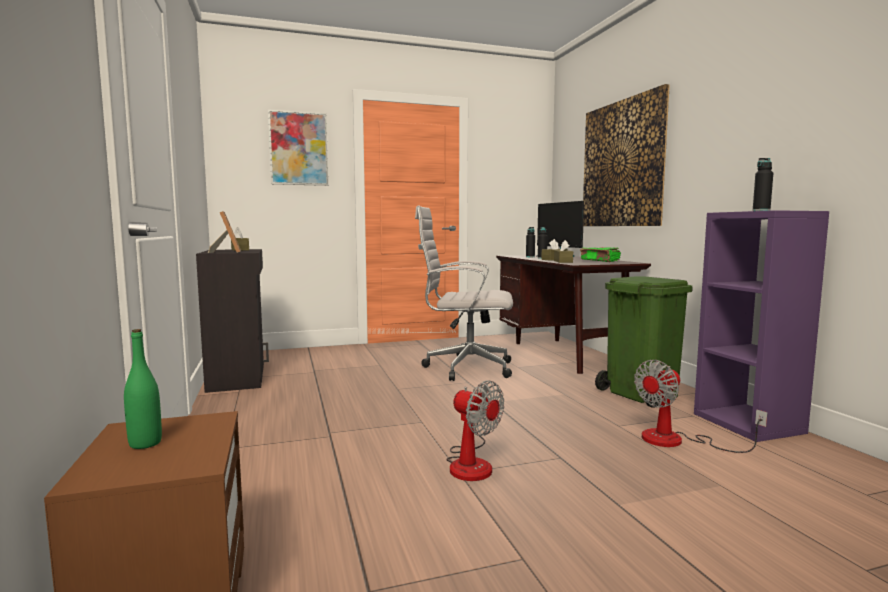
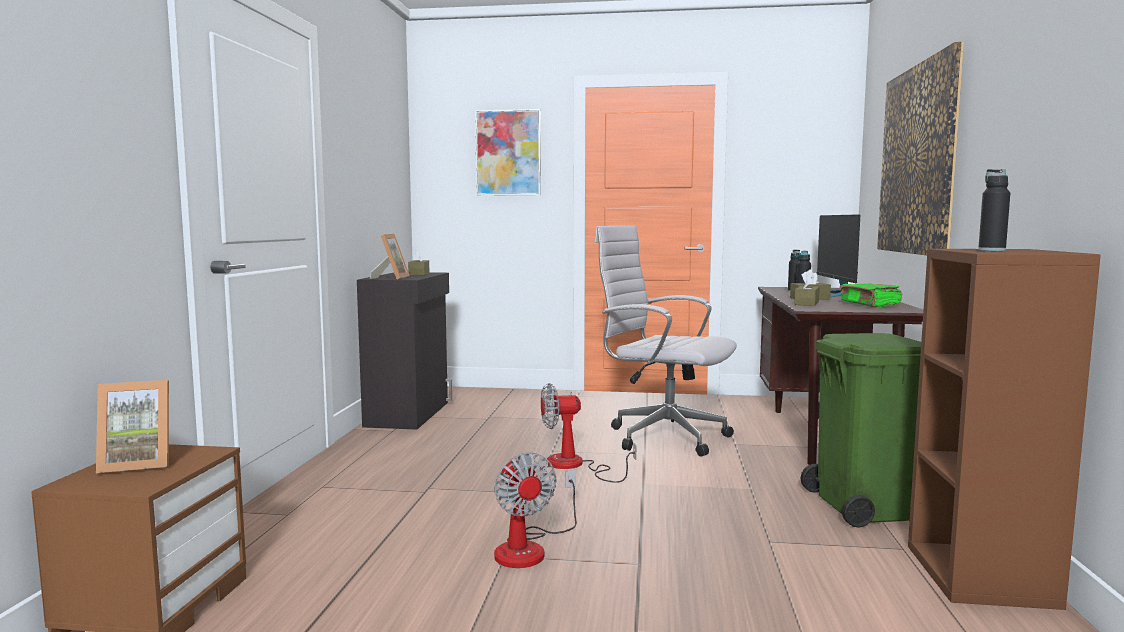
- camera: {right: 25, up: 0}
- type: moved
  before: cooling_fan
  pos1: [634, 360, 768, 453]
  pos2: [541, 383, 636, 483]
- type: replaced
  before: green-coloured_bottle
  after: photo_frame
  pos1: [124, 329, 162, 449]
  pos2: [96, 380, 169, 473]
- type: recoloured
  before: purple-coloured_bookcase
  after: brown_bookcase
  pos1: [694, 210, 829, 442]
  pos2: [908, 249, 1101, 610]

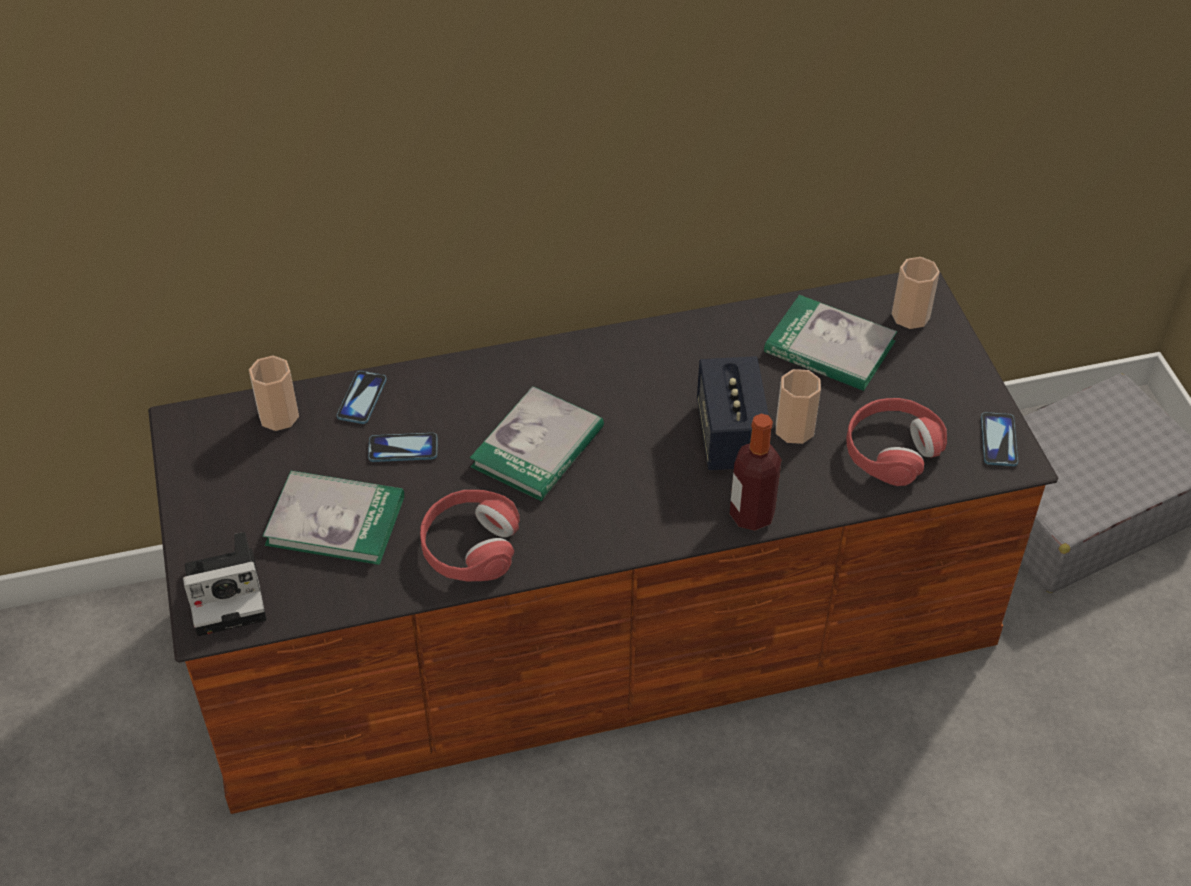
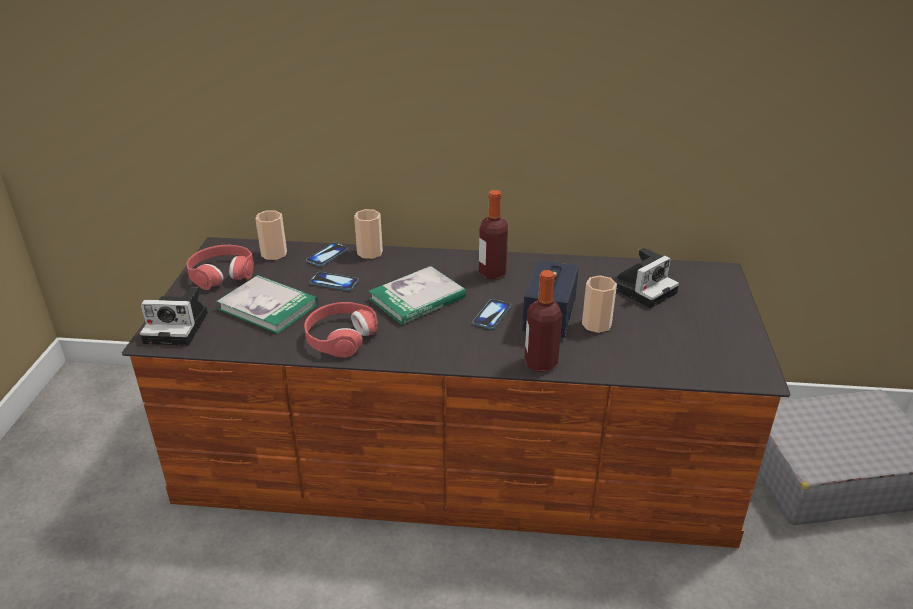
- camera: {right: 20, up: -15}
- type: added
  after: bottle
  pos2: [479, 190, 508, 279]
- type: moved
  before: reddish_pair_of_headphones
  pos1: [846, 398, 947, 486]
  pos2: [186, 245, 254, 290]
- type: moved
  before: small_cup
  pos1: [892, 257, 940, 329]
  pos2: [354, 209, 383, 259]
- type: moved
  before: phone
  pos1: [981, 412, 1018, 466]
  pos2: [473, 299, 511, 329]
- type: replaced
  before: volume
  after: photo_camera
  pos1: [764, 295, 897, 391]
  pos2: [612, 248, 679, 308]

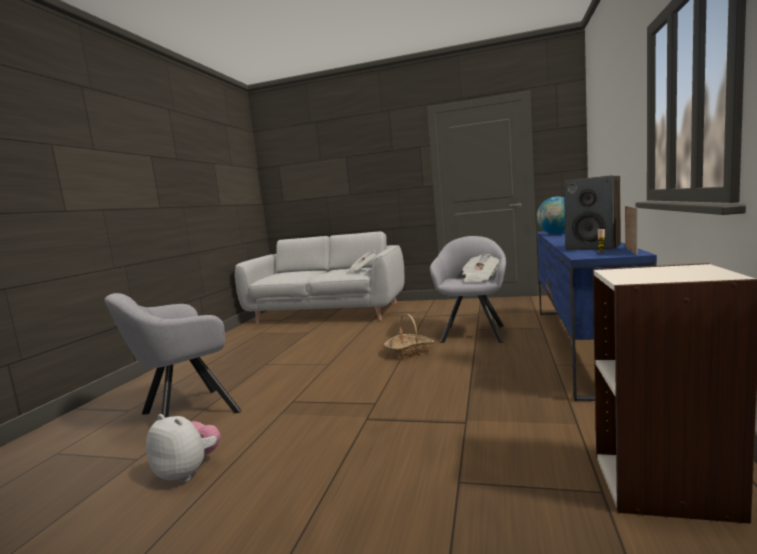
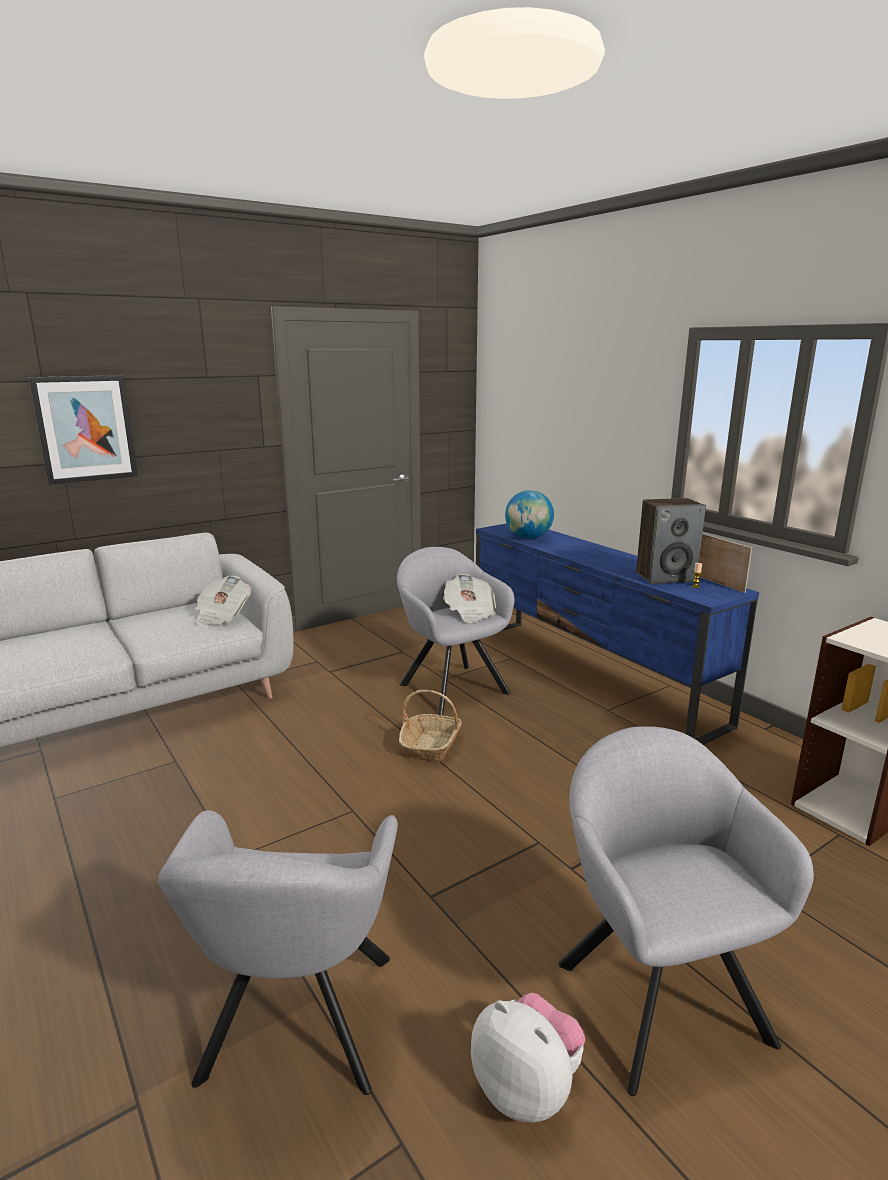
- camera: {right: -50, up: 10}
- type: added
  after: picture
  pos2: [29, 375, 138, 484]
- type: added
  after: gray_armchair
  pos2: [558, 726, 814, 1096]
- type: turned
  before: plush_toy
  pos1: [146, 414, 221, 483]
  pos2: [471, 993, 585, 1122]
  turn: 60

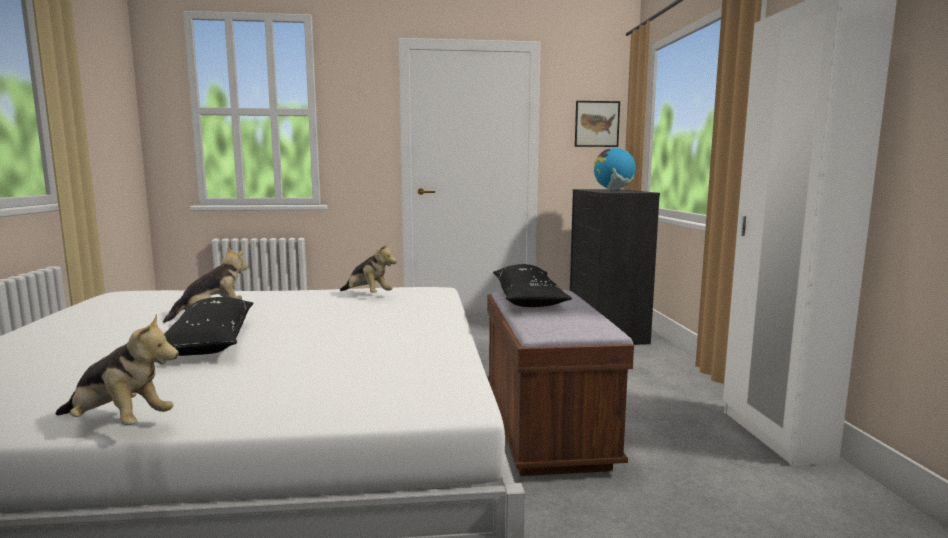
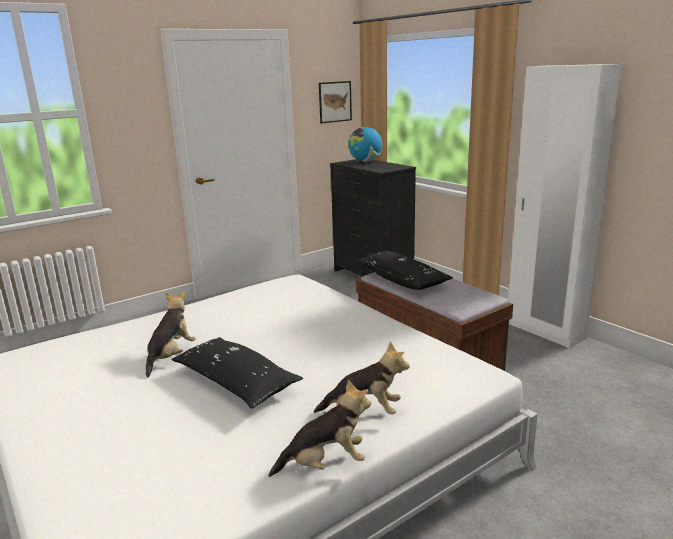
- camera: {right: -30, up: 10}
- type: moved
  before: plush_toy
  pos1: [340, 242, 396, 293]
  pos2: [314, 342, 410, 414]

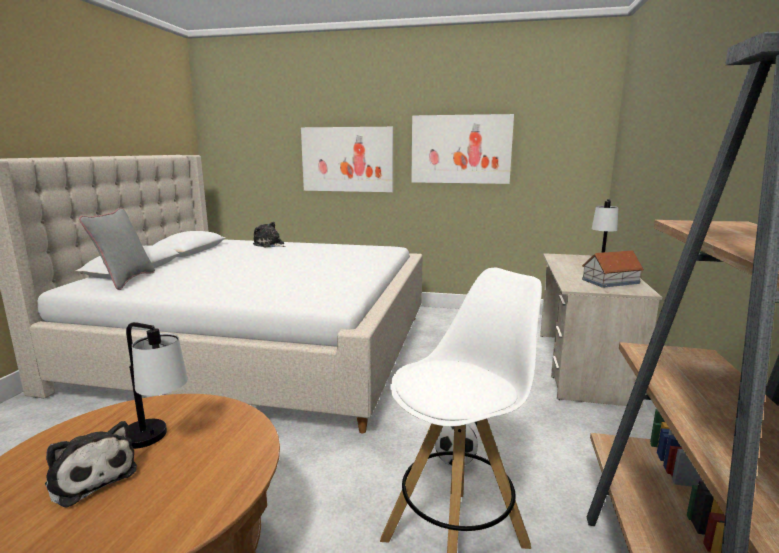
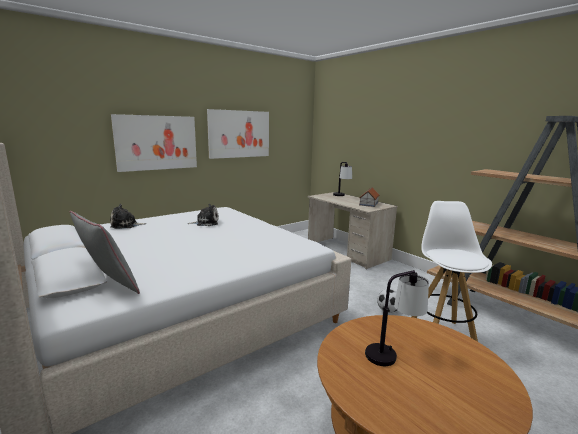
- camera: {right: -50, up: 0}
- type: moved
  before: plush_toy
  pos1: [45, 421, 137, 508]
  pos2: [188, 204, 219, 226]

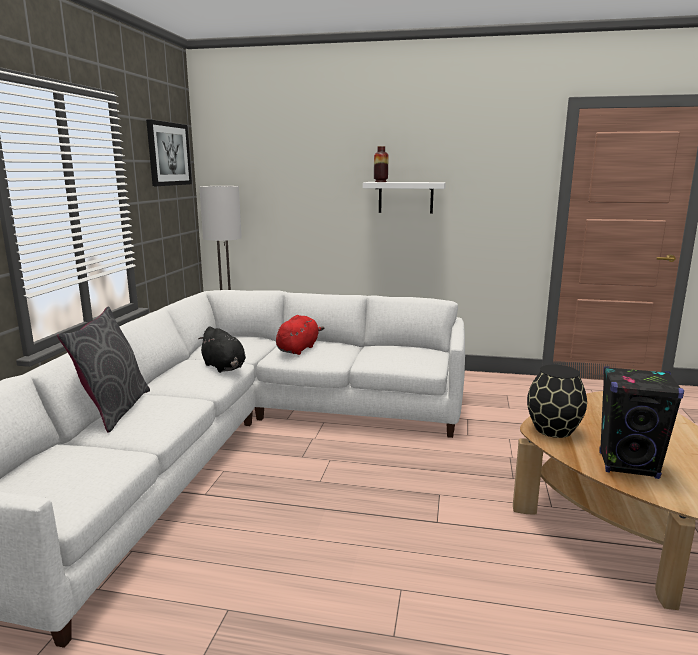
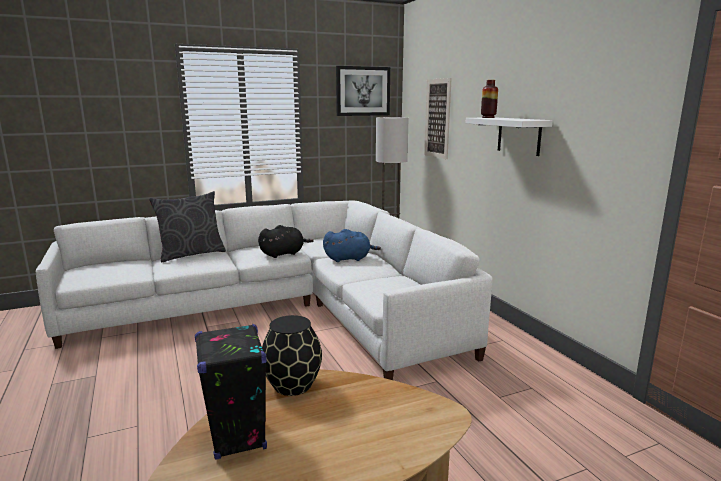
- camera: {right: 55, up: 0}
- type: added
  after: picture
  pos2: [424, 78, 452, 159]
- type: recoloured
  before: reddish_plush_toy
  after: bluish_plush_toy
  pos1: [276, 315, 324, 355]
  pos2: [323, 229, 381, 262]
- type: turned
  before: black_plush_toy
  pos1: [198, 326, 246, 373]
  pos2: [258, 225, 314, 258]
  turn: -135

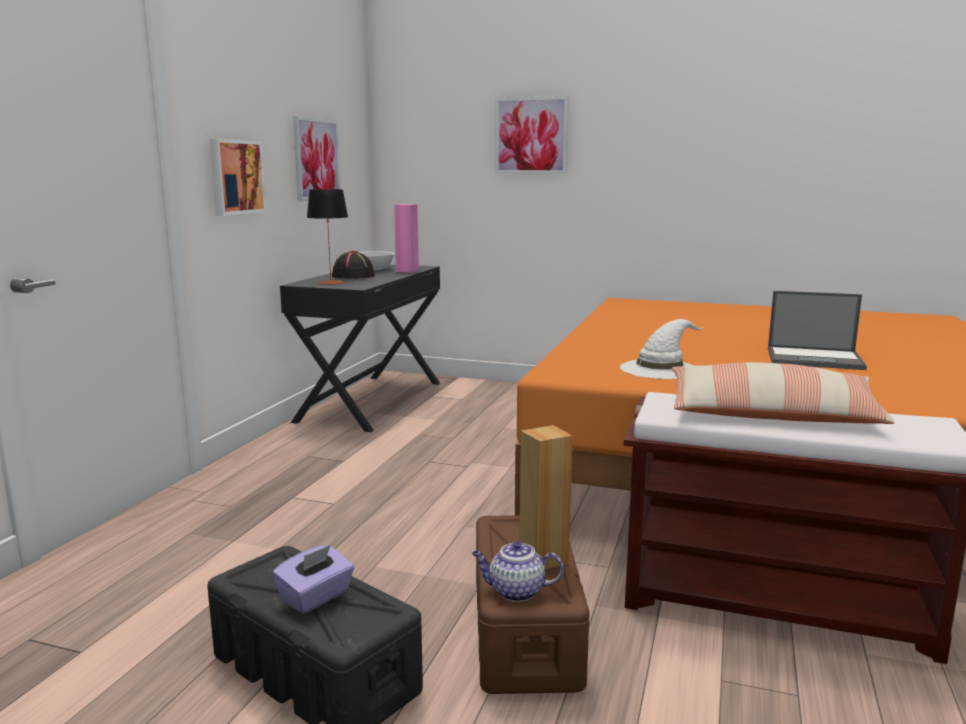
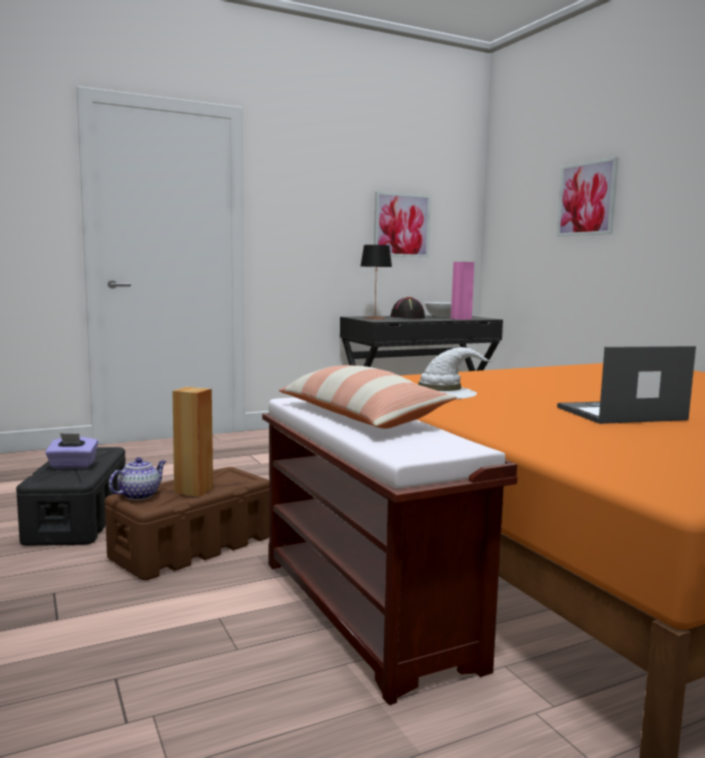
- camera: {right: 45, up: -5}
- type: removed
  before: picture
  pos1: [209, 139, 267, 216]
- type: turned
  before: pot_for_tea
  pos1: [472, 541, 564, 602]
  pos2: [109, 457, 166, 500]
  turn: 75
- type: turned
  before: notebook_computer
  pos1: [768, 291, 867, 370]
  pos2: [557, 346, 696, 424]
  turn: 105

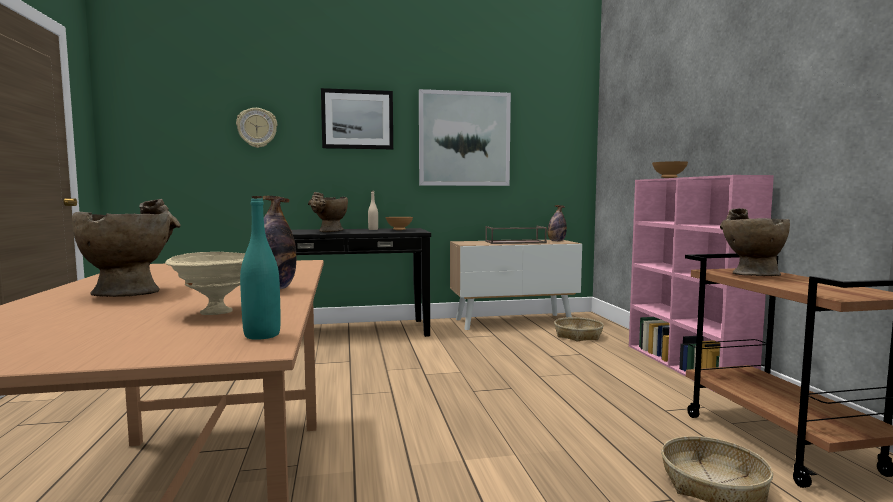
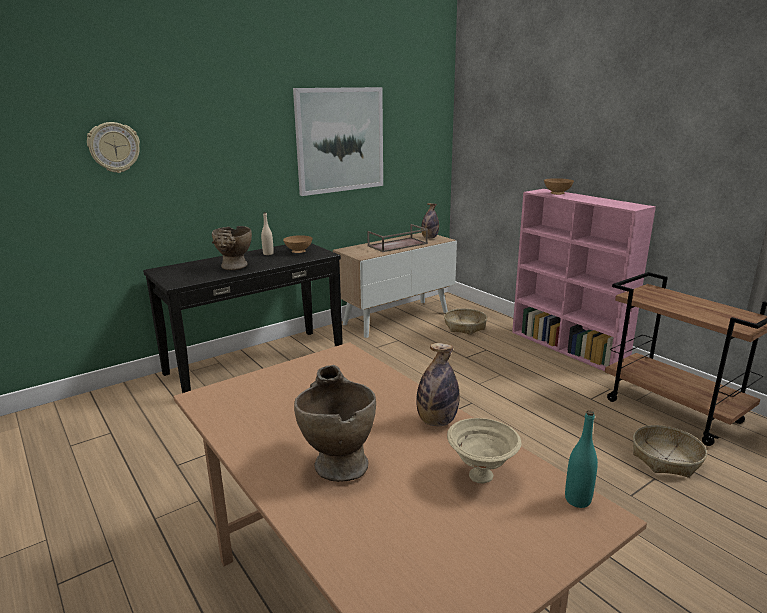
- camera: {right: -25, up: 15}
- type: removed
  before: picture
  pos1: [321, 88, 393, 149]
- type: removed
  before: beige_flower_vase
  pos1: [720, 208, 790, 276]

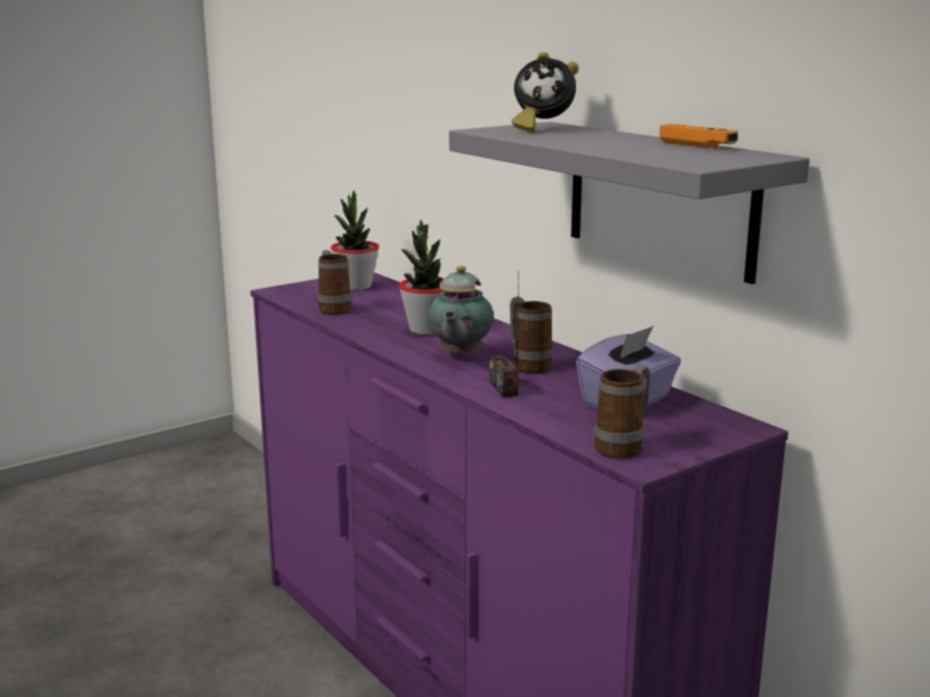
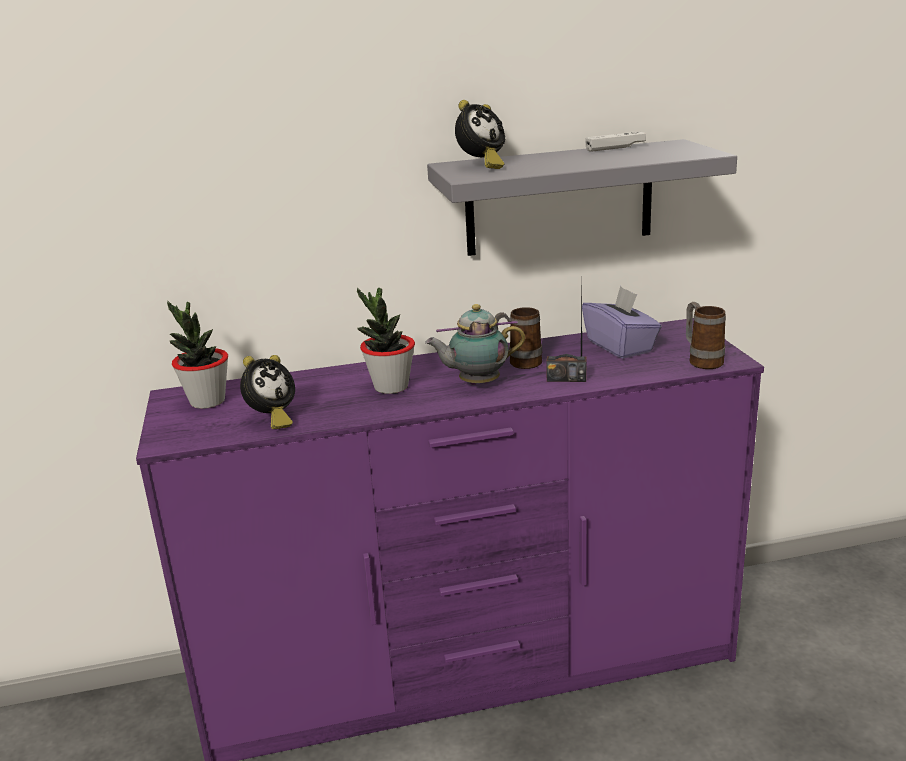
- camera: {right: -65, up: 5}
- type: replaced
  before: coffee_mug
  after: alarm_clock
  pos1: [318, 250, 352, 315]
  pos2: [240, 355, 295, 429]
- type: recoloured
  before: orange-coloured_game_controller
  after: white-coloured_game_controller
  pos1: [660, 124, 738, 148]
  pos2: [585, 132, 646, 152]
- type: turned
  before: pot_for_tea
  pos1: [428, 266, 494, 358]
  pos2: [425, 304, 525, 385]
  turn: 135

